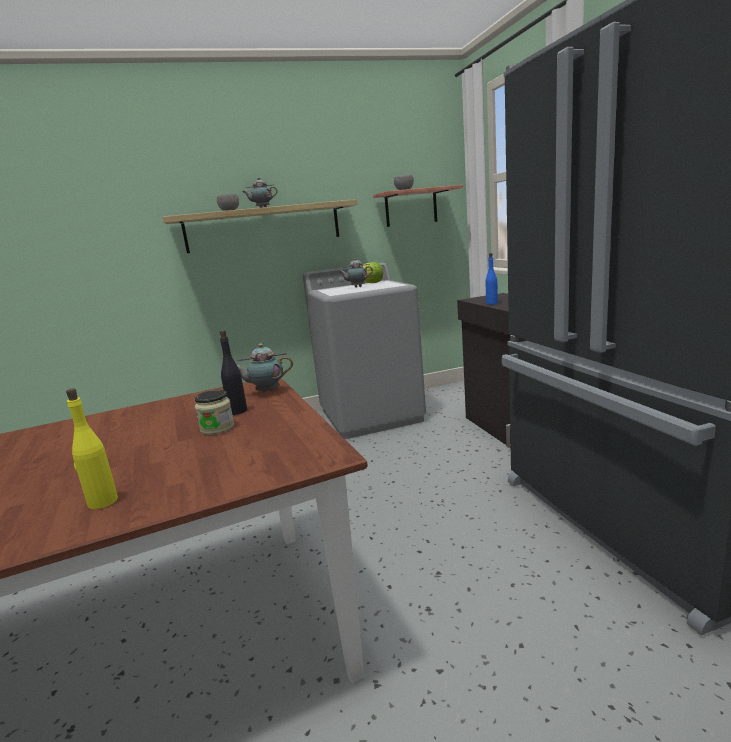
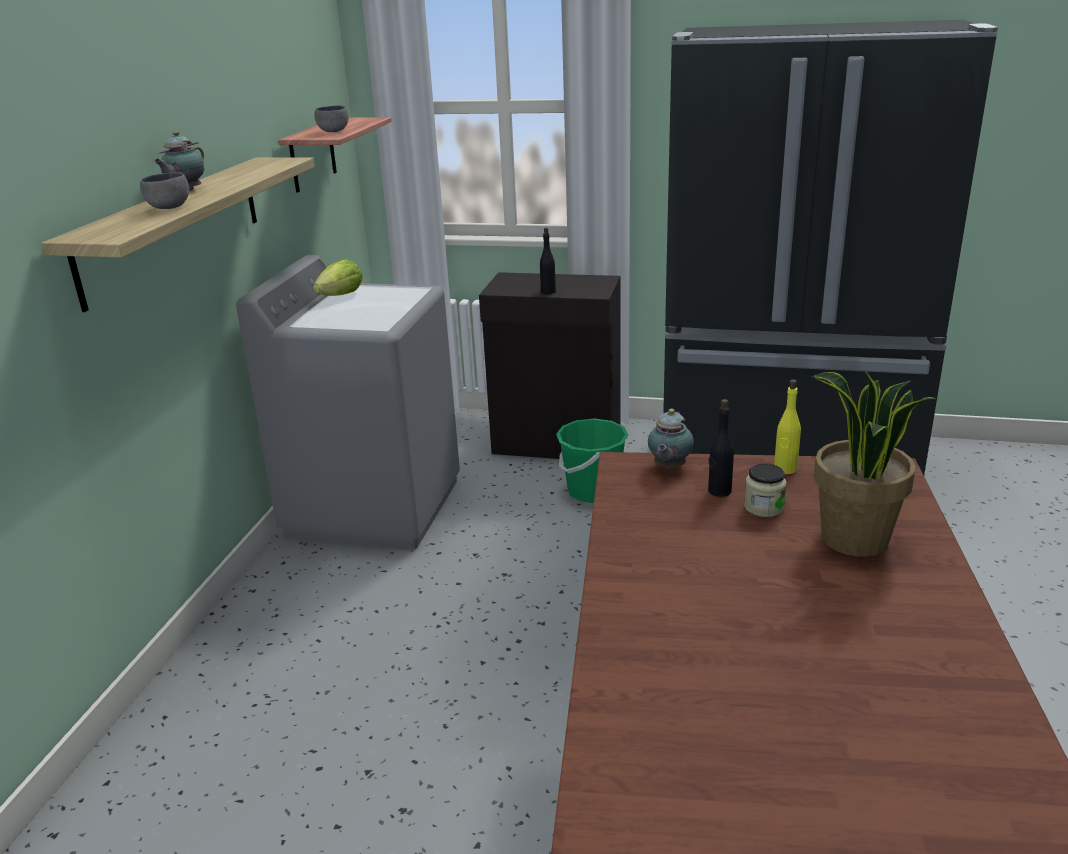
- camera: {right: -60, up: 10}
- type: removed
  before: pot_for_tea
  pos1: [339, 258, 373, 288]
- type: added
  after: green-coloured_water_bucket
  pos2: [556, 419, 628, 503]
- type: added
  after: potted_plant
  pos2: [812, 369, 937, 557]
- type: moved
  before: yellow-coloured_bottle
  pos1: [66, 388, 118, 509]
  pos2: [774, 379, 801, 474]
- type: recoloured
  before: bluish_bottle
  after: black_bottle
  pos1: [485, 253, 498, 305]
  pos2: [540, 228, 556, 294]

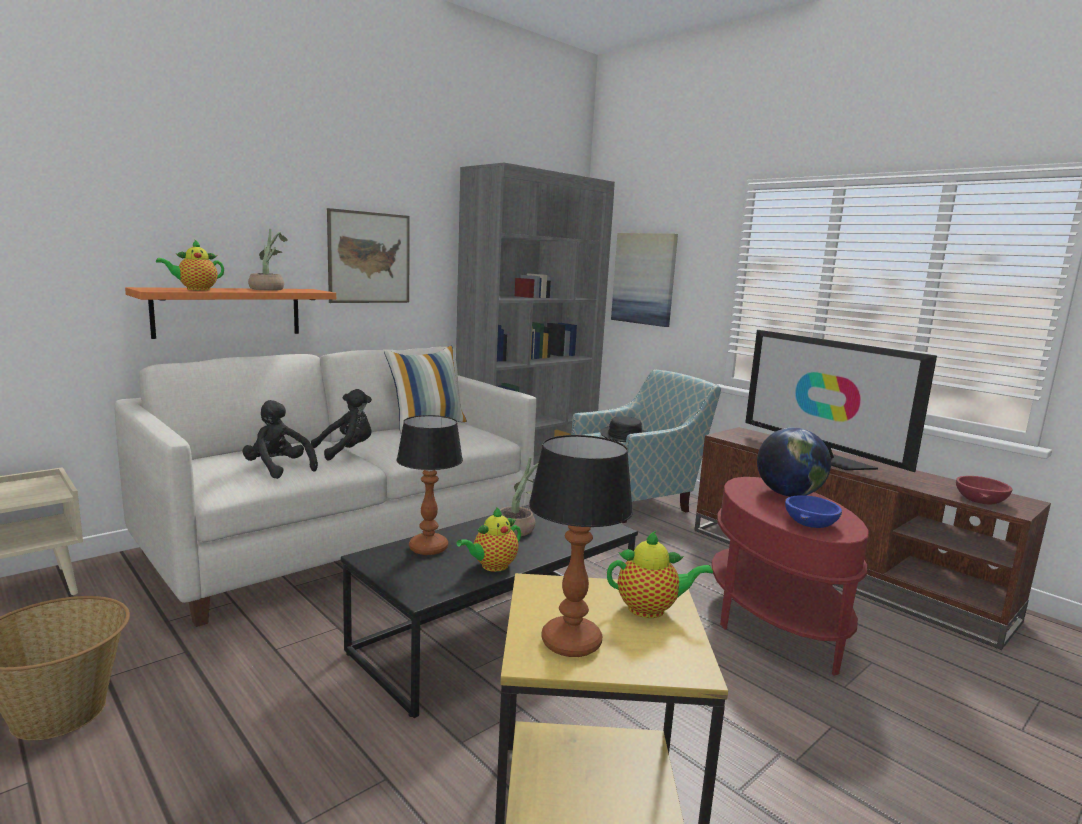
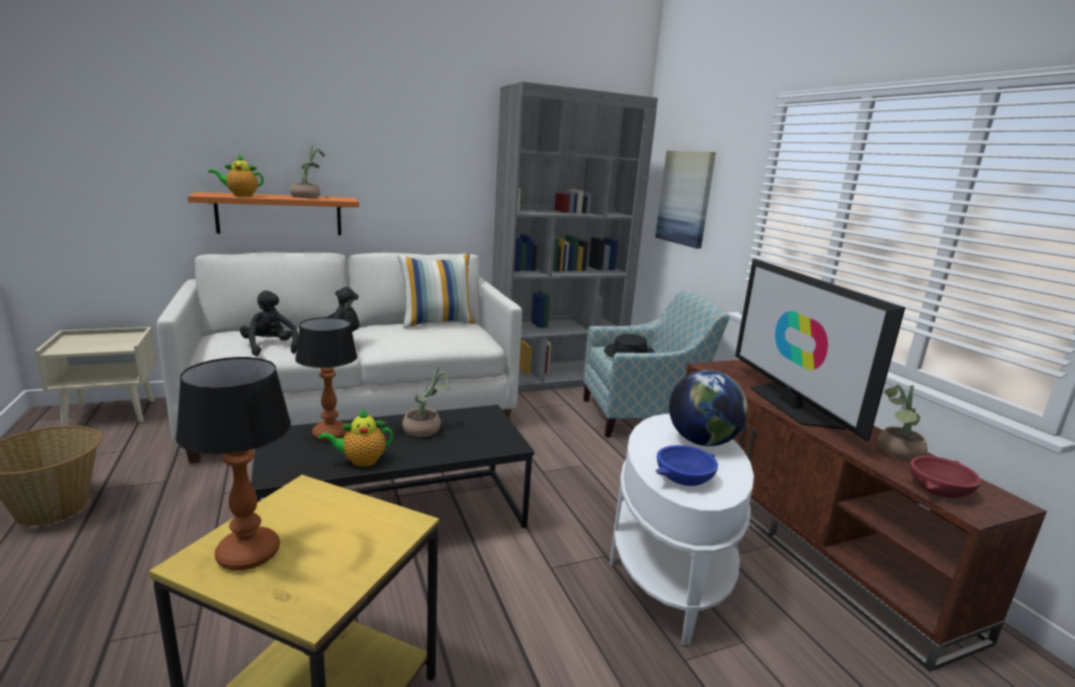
- camera: {right: 20, up: 5}
- type: removed
  before: picture
  pos1: [327, 208, 410, 303]
- type: removed
  before: pot_for_tea
  pos1: [607, 531, 713, 618]
- type: added
  after: potted_plant
  pos2: [878, 384, 927, 460]
- type: recoloured
  before: reddish_accent_table
  after: white-coloured_accent_table
  pos1: [712, 477, 868, 676]
  pos2: [610, 414, 754, 645]

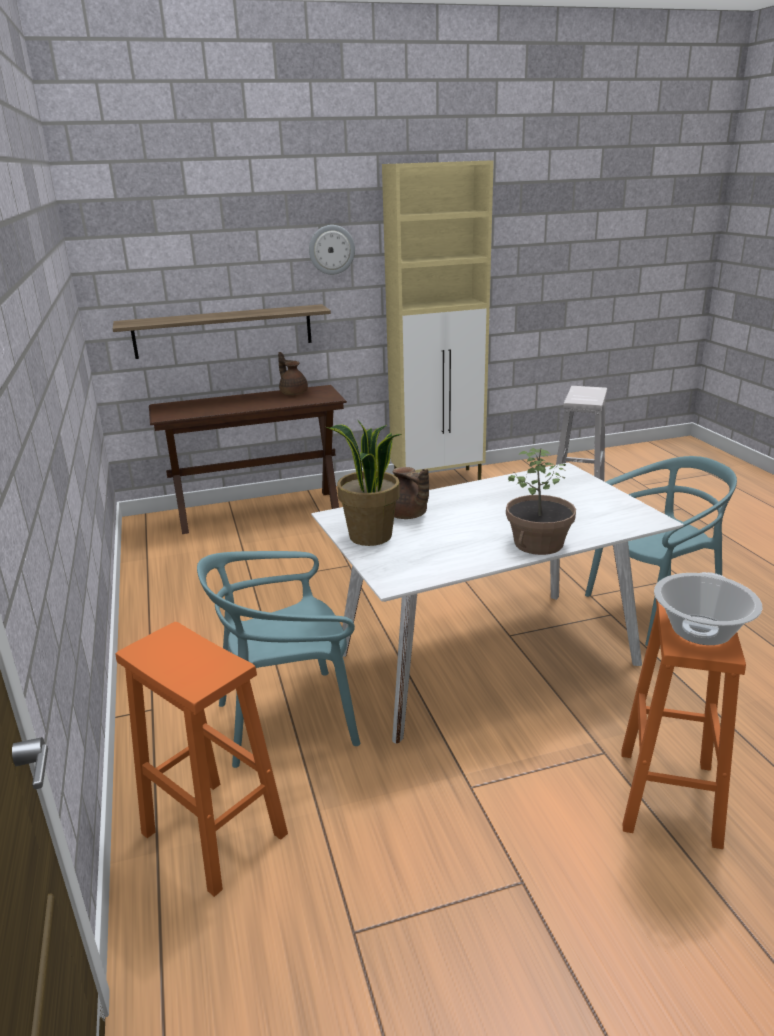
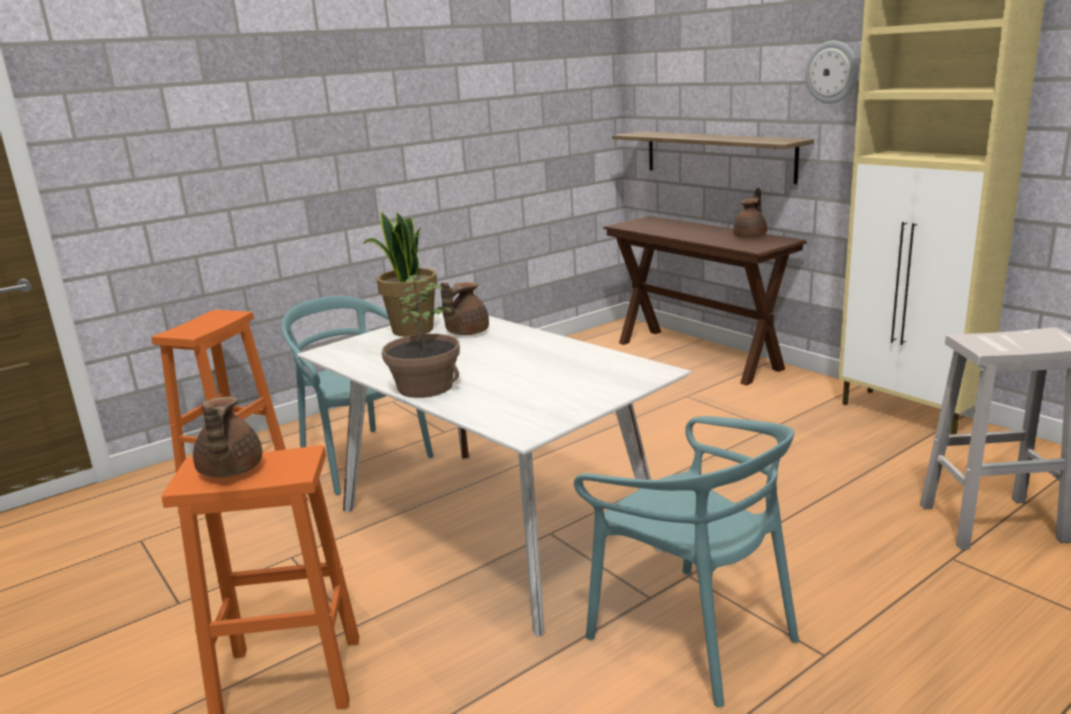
- camera: {right: 70, up: -5}
- type: replaced
  before: stockpot
  after: brown_pot_for_tea
  pos1: [654, 572, 763, 645]
  pos2: [193, 397, 262, 478]

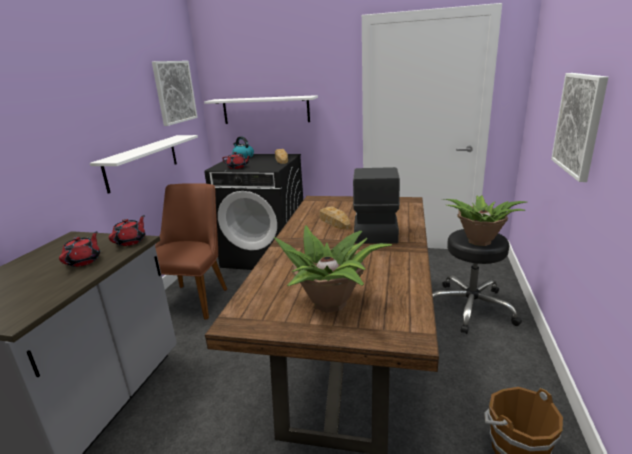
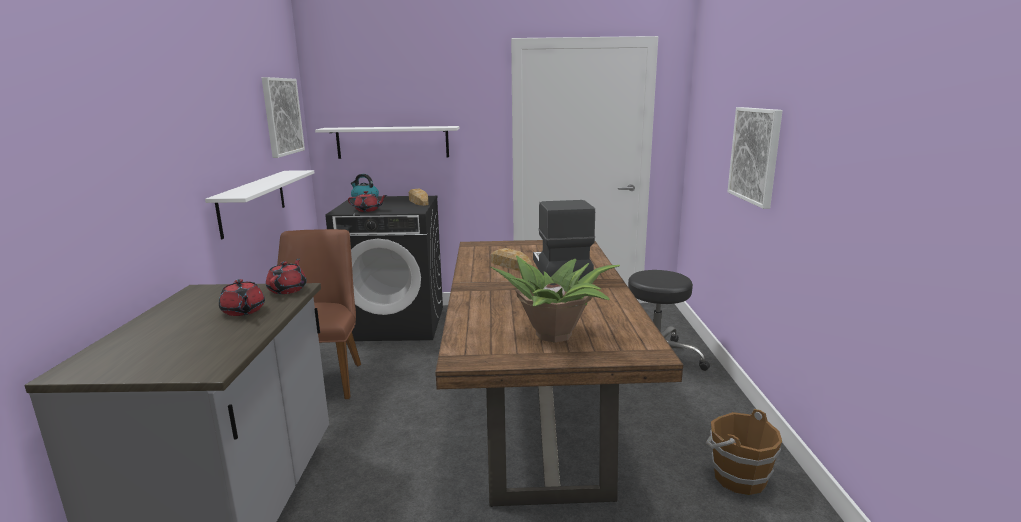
- camera: {right: -15, up: -5}
- type: removed
  before: potted_plant
  pos1: [442, 195, 527, 246]
- type: turned
  before: reddish_pot_for_tea
  pos1: [59, 231, 100, 267]
  pos2: [219, 279, 265, 316]
  turn: 150

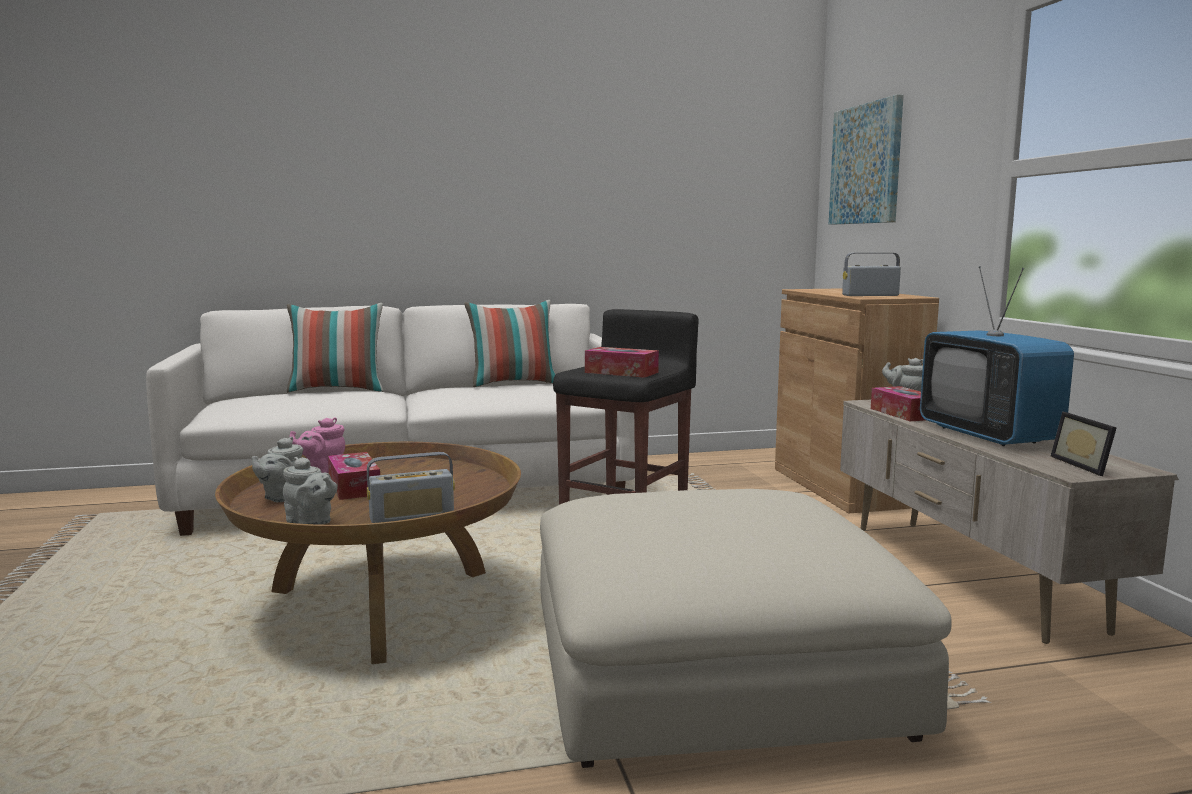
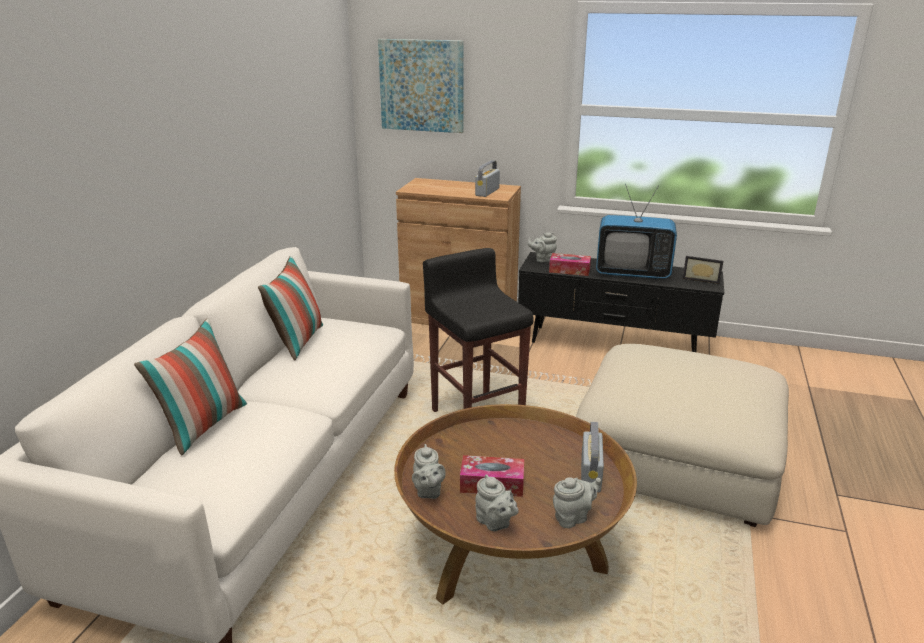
- camera: {right: -60, up: 15}
- type: removed
  before: box_of_tissues
  pos1: [585, 347, 659, 378]
- type: recoloured
  before: pinkish_pot_for_tea
  after: gray_pot_for_tea
  pos1: [289, 418, 345, 473]
  pos2: [412, 444, 446, 499]
- type: recoloured
  before: beige_tv_unit
  after: black_tv_unit
  pos1: [840, 400, 1179, 644]
  pos2: [518, 252, 724, 352]

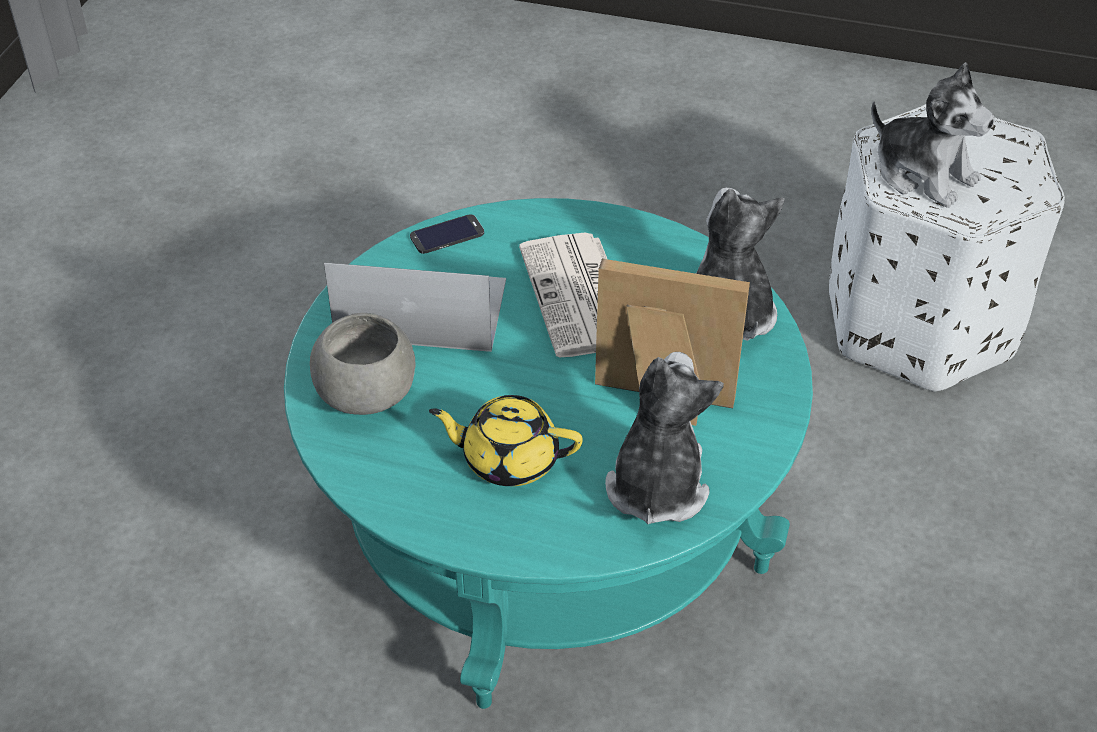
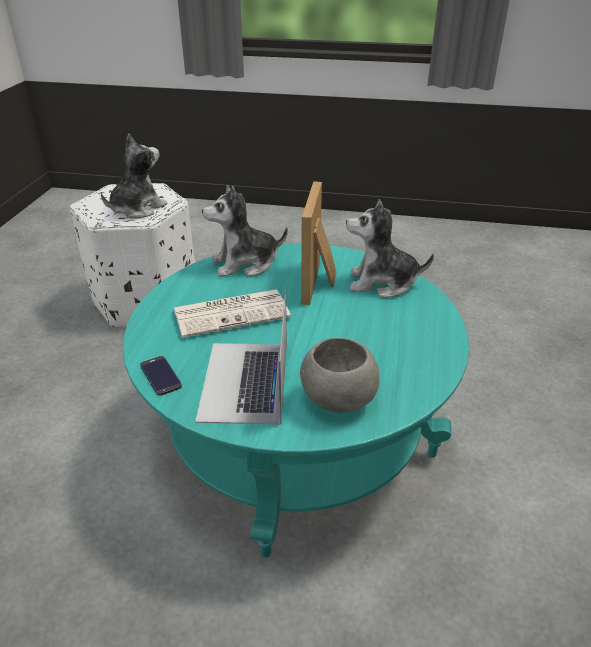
- camera: {right: -95, up: -10}
- type: removed
  before: yellow-coloured_pot_for_tea
  pos1: [429, 395, 583, 486]

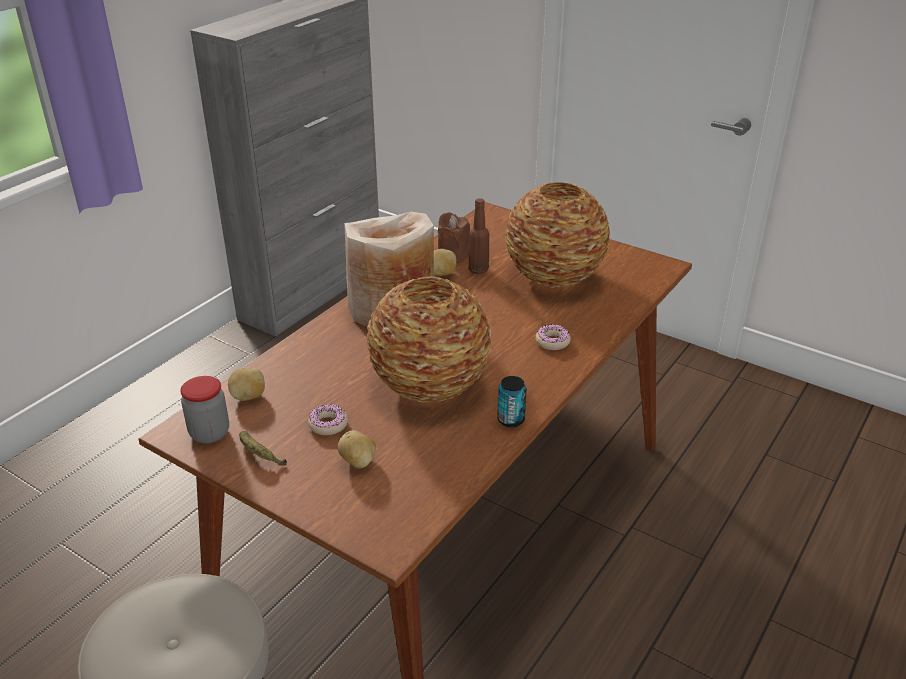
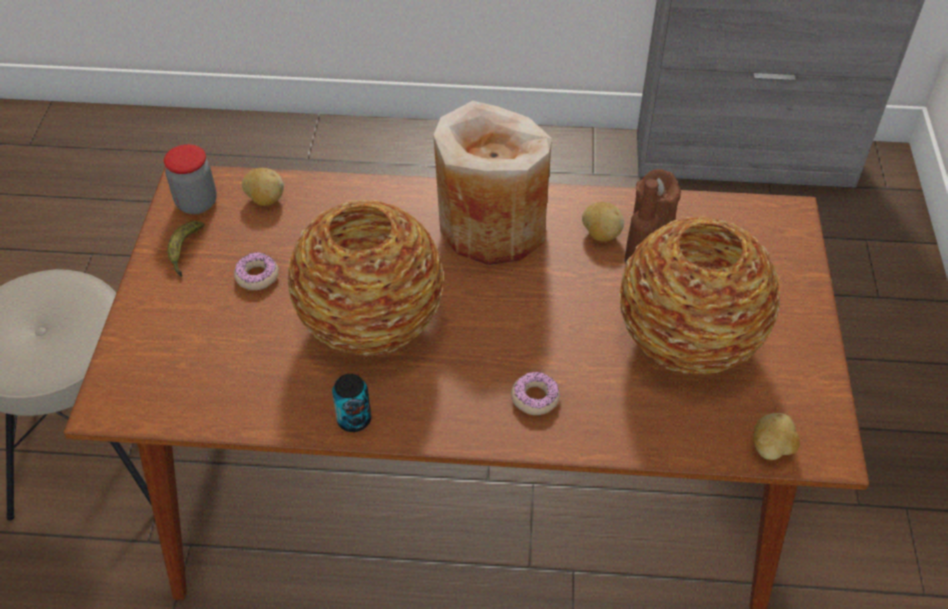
- camera: {right: 60, up: 15}
- type: moved
  before: potato
  pos1: [338, 430, 376, 468]
  pos2: [753, 413, 800, 460]

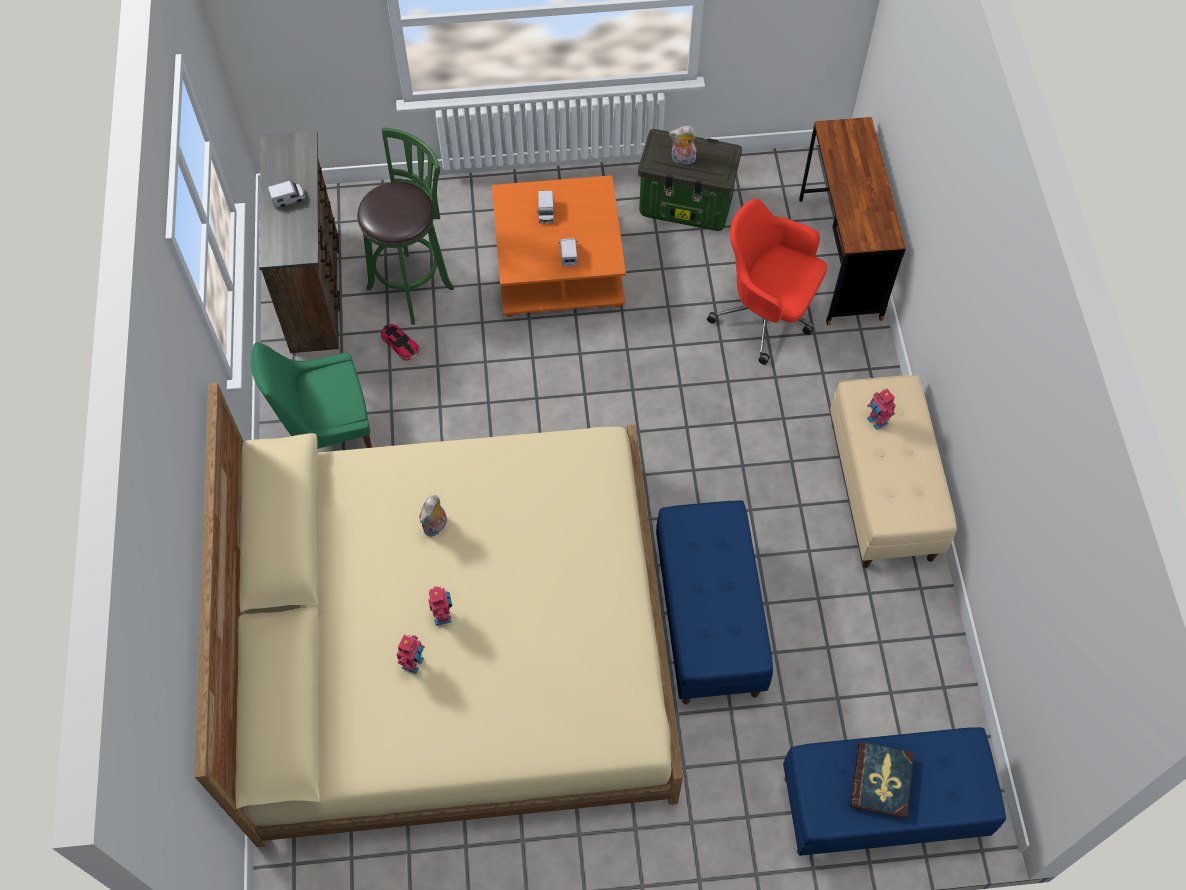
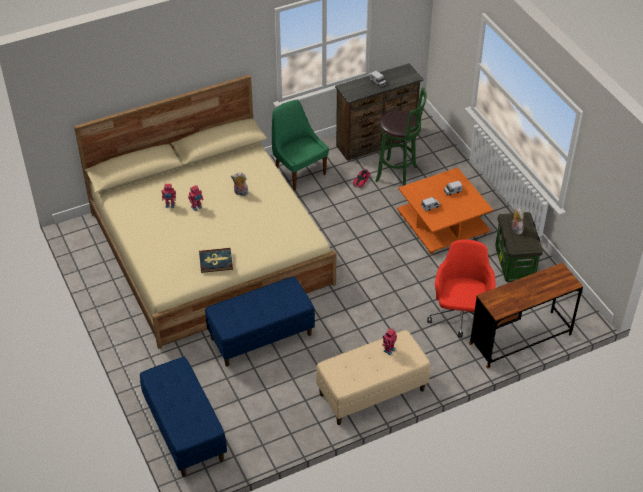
- camera: {right: 70, up: -15}
- type: moved
  before: volume
  pos1: [850, 742, 914, 818]
  pos2: [199, 248, 233, 273]

